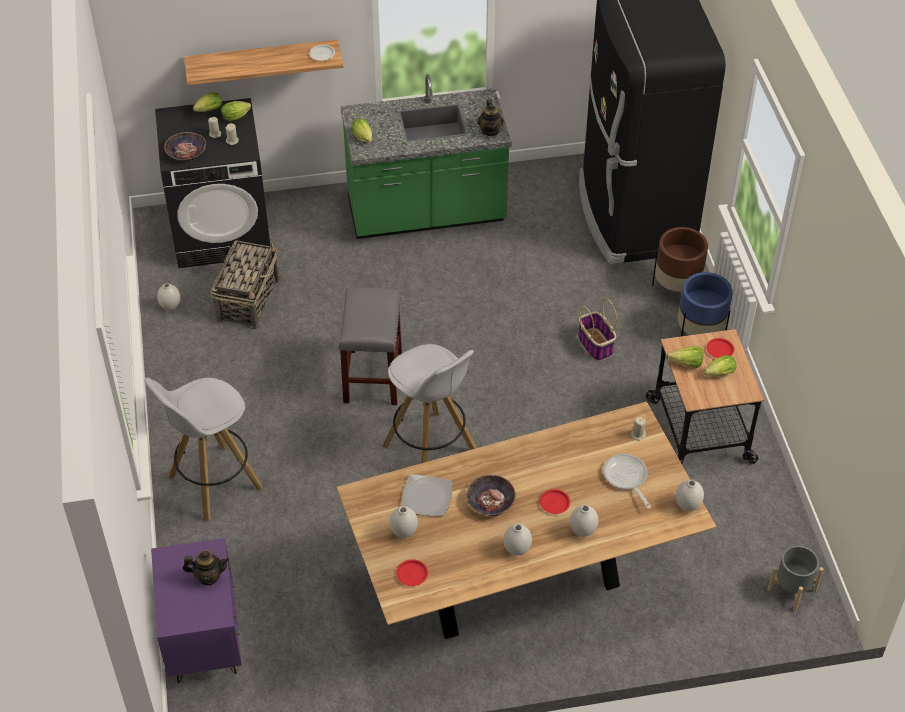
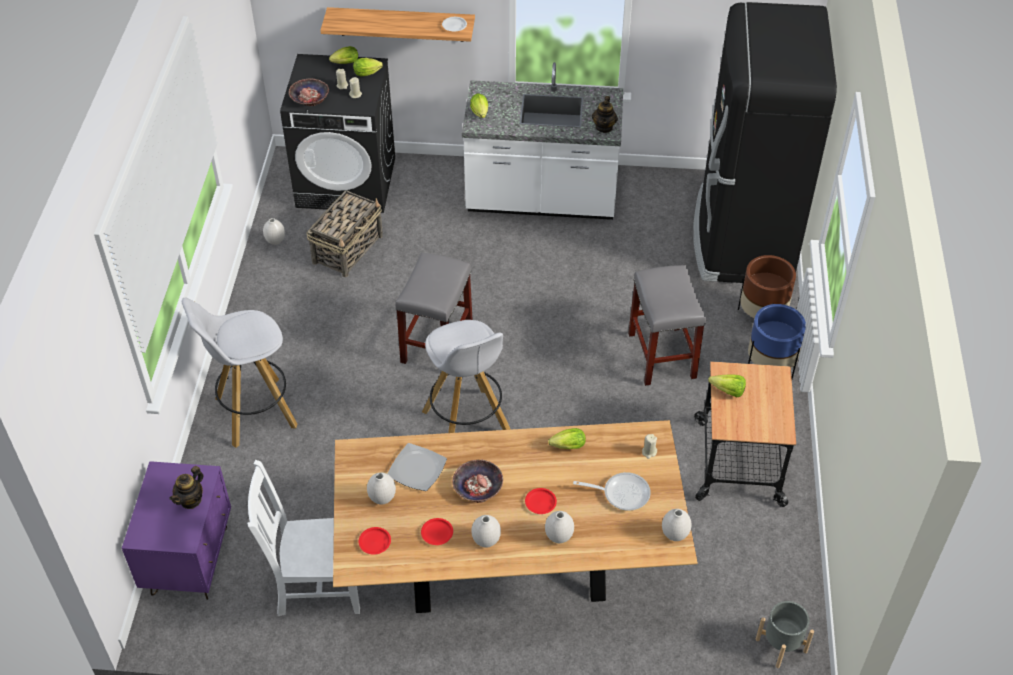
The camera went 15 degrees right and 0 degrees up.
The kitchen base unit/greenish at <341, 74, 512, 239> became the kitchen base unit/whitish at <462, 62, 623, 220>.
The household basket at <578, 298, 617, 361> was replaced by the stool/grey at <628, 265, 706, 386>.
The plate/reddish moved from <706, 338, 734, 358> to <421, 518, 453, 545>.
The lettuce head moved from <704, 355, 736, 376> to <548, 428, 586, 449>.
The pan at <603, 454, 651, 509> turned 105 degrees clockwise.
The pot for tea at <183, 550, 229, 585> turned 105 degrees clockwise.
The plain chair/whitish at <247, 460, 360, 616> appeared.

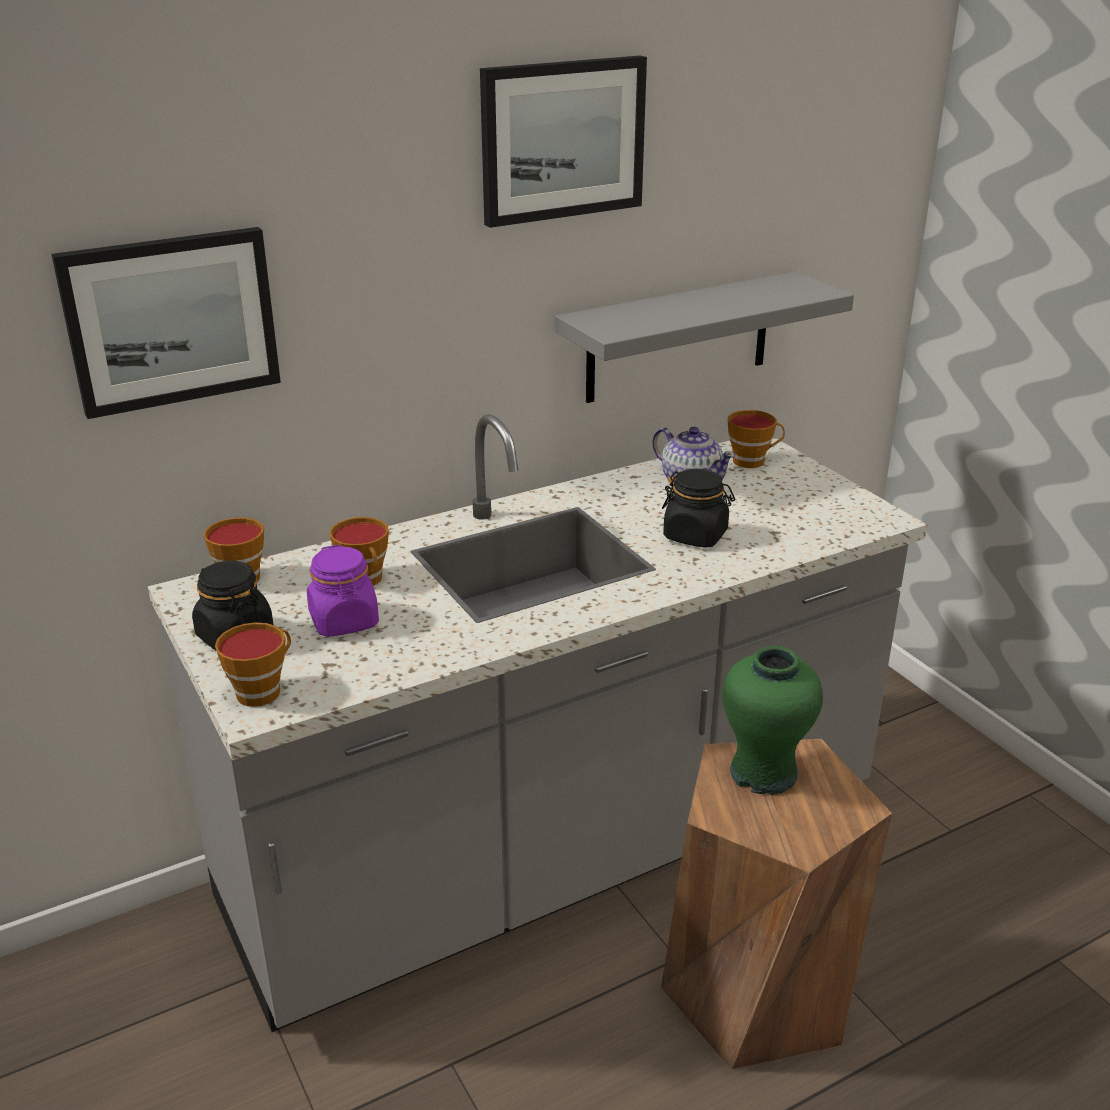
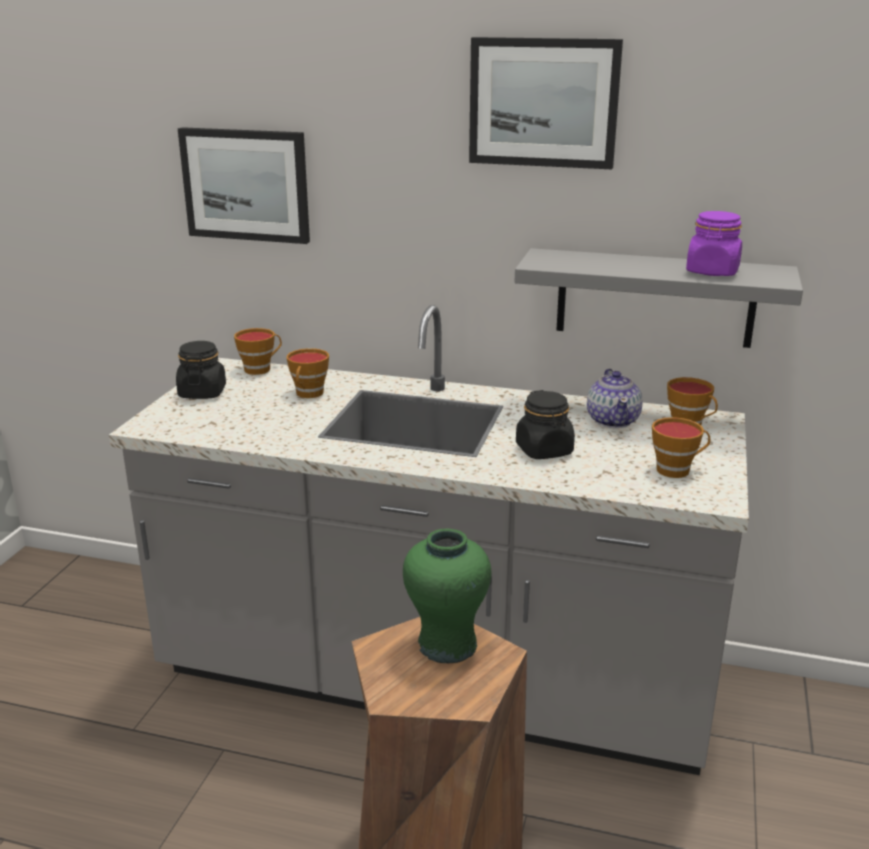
The camera went 45 degrees right and 5 degrees down.
The storage jar/purplish moved from <307, 545, 379, 637> to <686, 211, 742, 276>.
The cup moved from <215, 622, 291, 707> to <652, 417, 710, 478>.

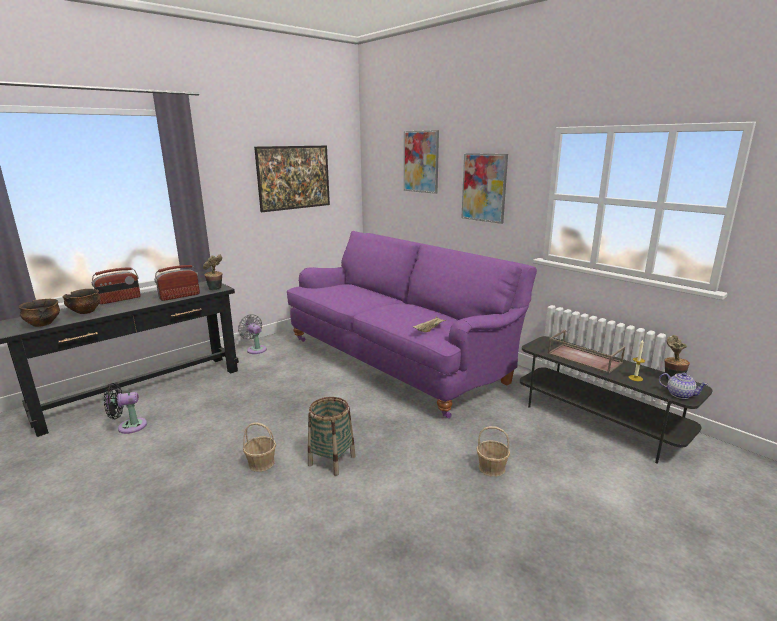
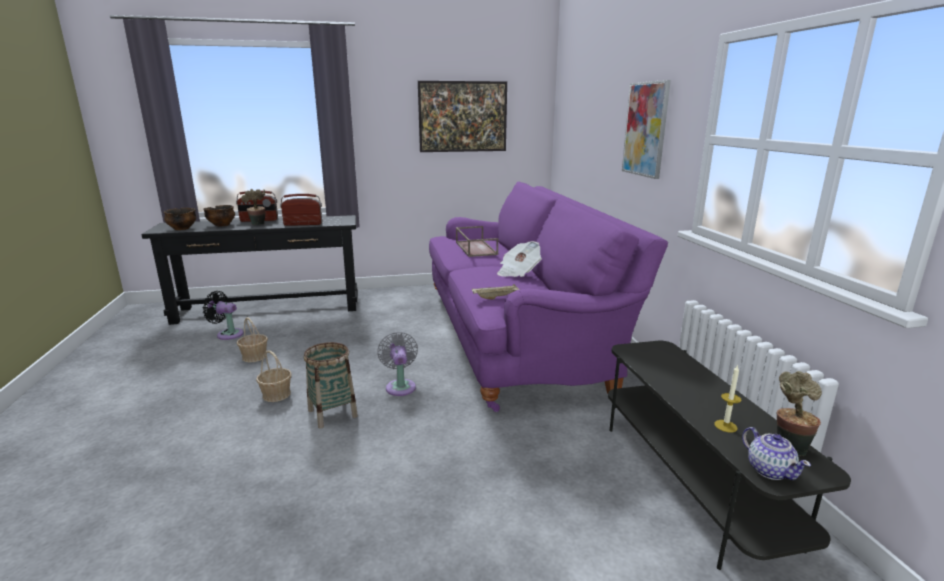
The camera went 30 degrees right and 0 degrees up.
The picture at <404, 130, 439, 194> disappeared.
The houseplant moved from <203, 254, 222, 290> to <241, 189, 265, 225>.
The fan/grey moved from <238, 314, 267, 354> to <377, 332, 418, 396>.
The serving tray/brown-coloured moved from <547, 330, 625, 374> to <456, 226, 498, 257>.
The household basket moved from <477, 426, 510, 477> to <237, 317, 268, 362>.
The printed paper at <497, 241, 542, 277> appeared.

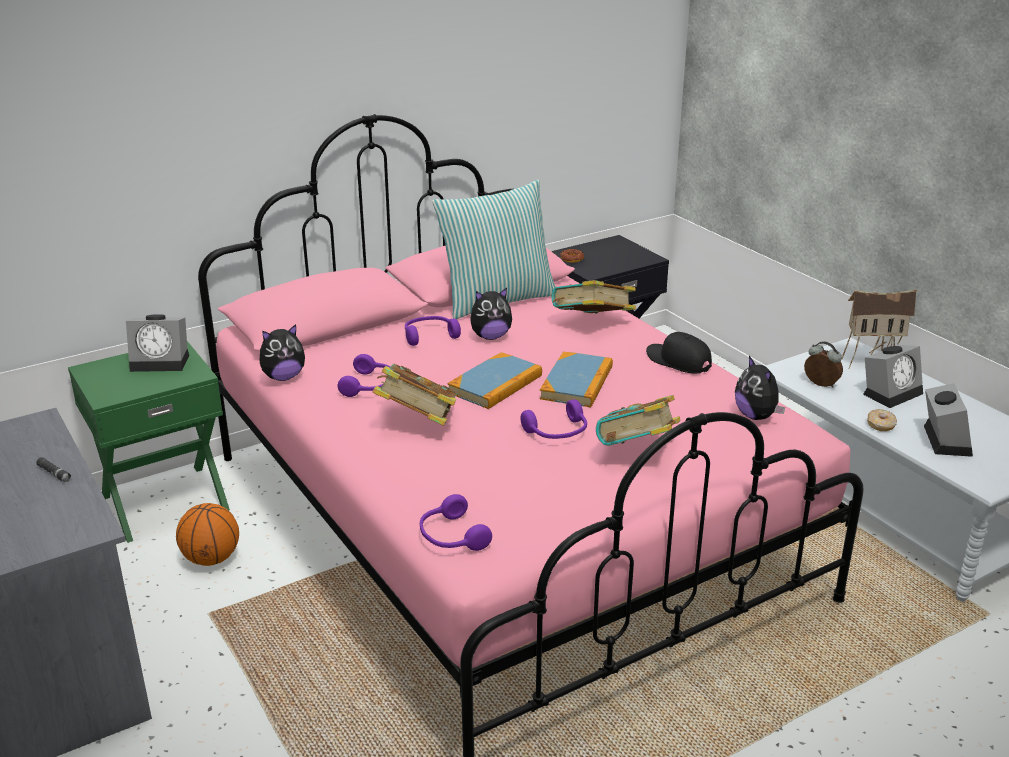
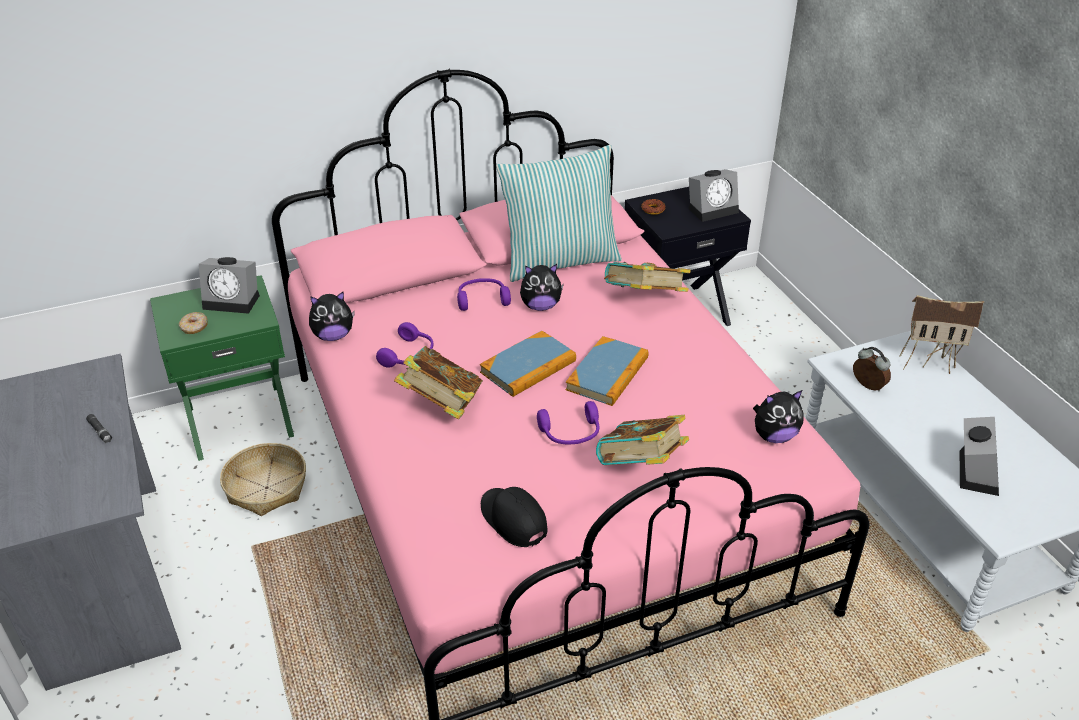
The camera went 10 degrees right and 10 degrees up.
The peaked cap/black moved from <646, 332, 712, 373> to <481, 487, 548, 547>.
The table clock moved from <863, 345, 923, 408> to <688, 169, 739, 222>.
The plush toy at <735, 356, 785, 420> turned 90 degrees counterclockwise.
The doughnut moved from <867, 409, 897, 431> to <179, 312, 207, 334>.
The headset/purplish at <420, 494, 492, 551> disappeared.
The basketball ball at <176, 503, 239, 566> was replaced by the household basket at <220, 443, 306, 516>.

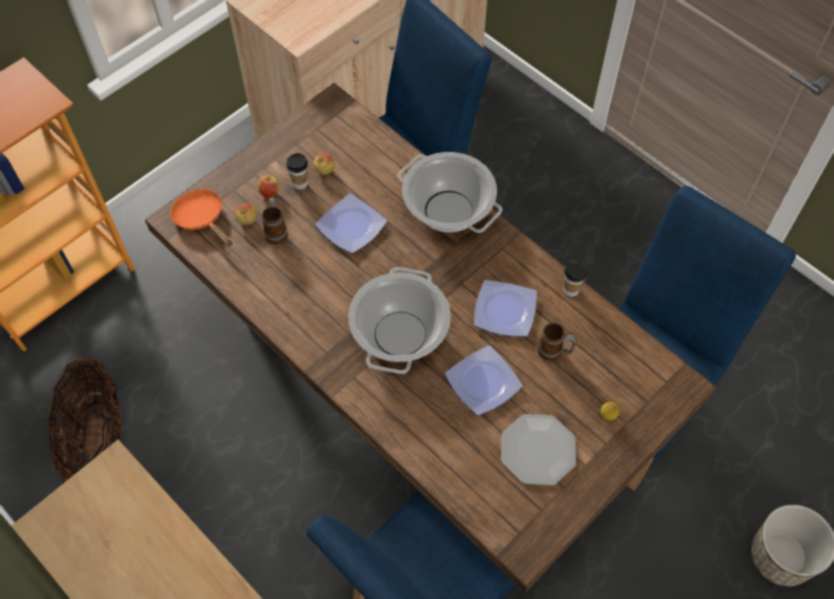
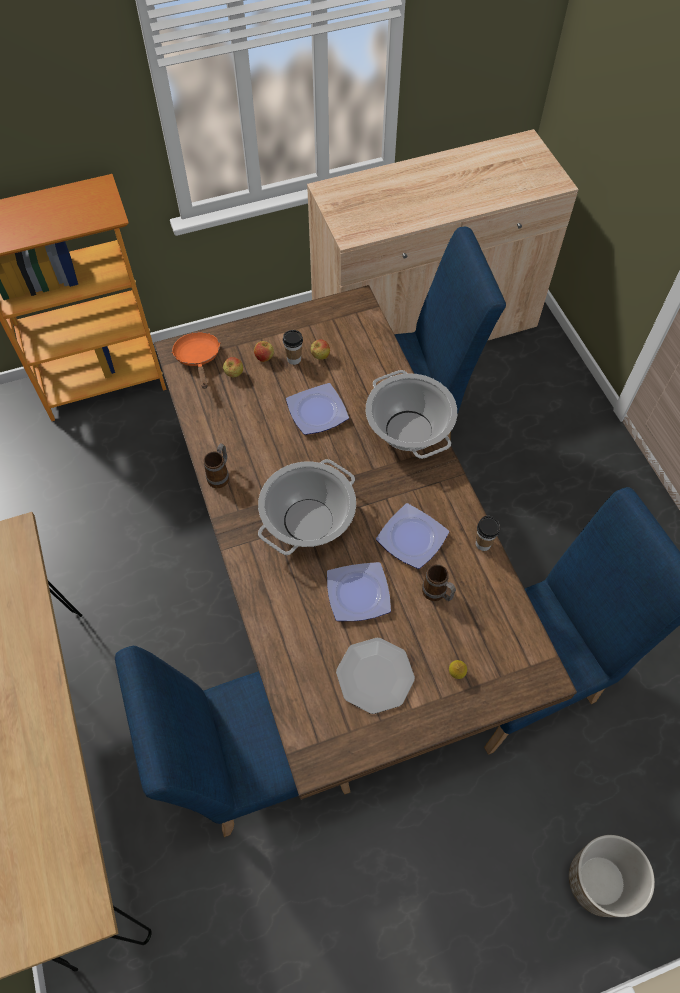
The camera went 25 degrees right and 0 degrees up.
The tea mug moved from <262, 198, 288, 245> to <204, 444, 229, 488>.
The household basket at <47, 358, 122, 483> disappeared.

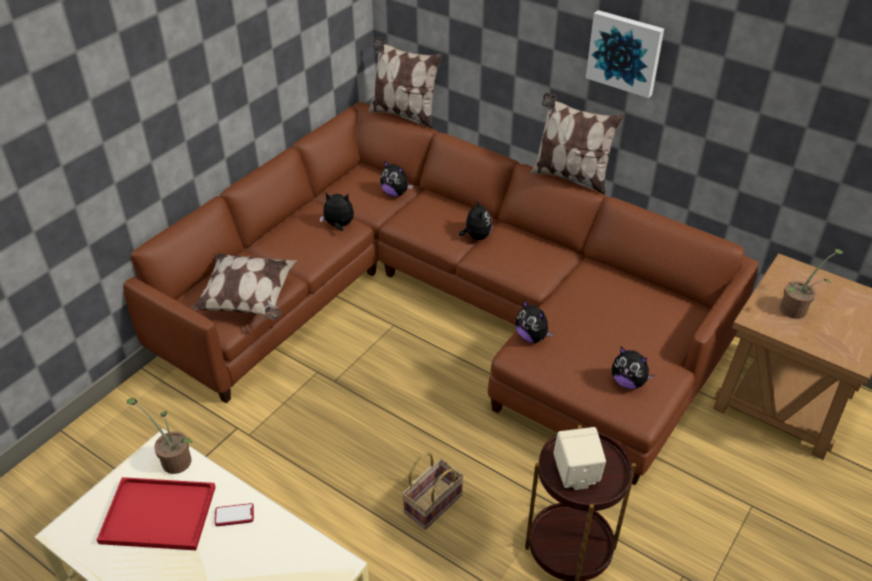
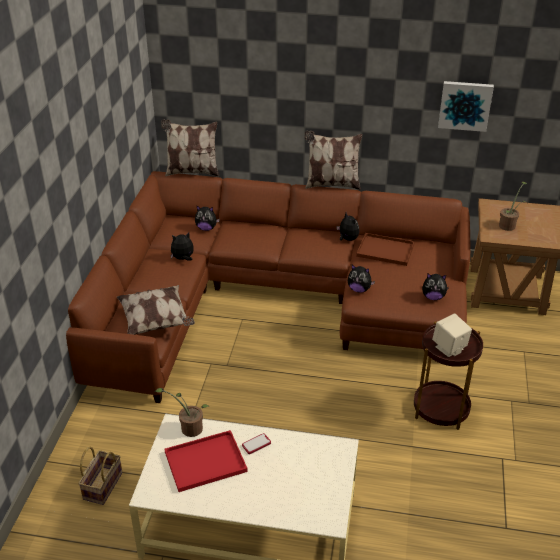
The camera went 25 degrees left and 5 degrees down.
The picture moved from <586, 10, 664, 98> to <438, 81, 494, 132>.
The plush toy moved from <459, 199, 492, 240> to <336, 213, 359, 241>.
The household basket moved from <402, 452, 464, 530> to <78, 447, 123, 505>.
The serving tray/brown-coloured at <356, 233, 415, 266> appeared.

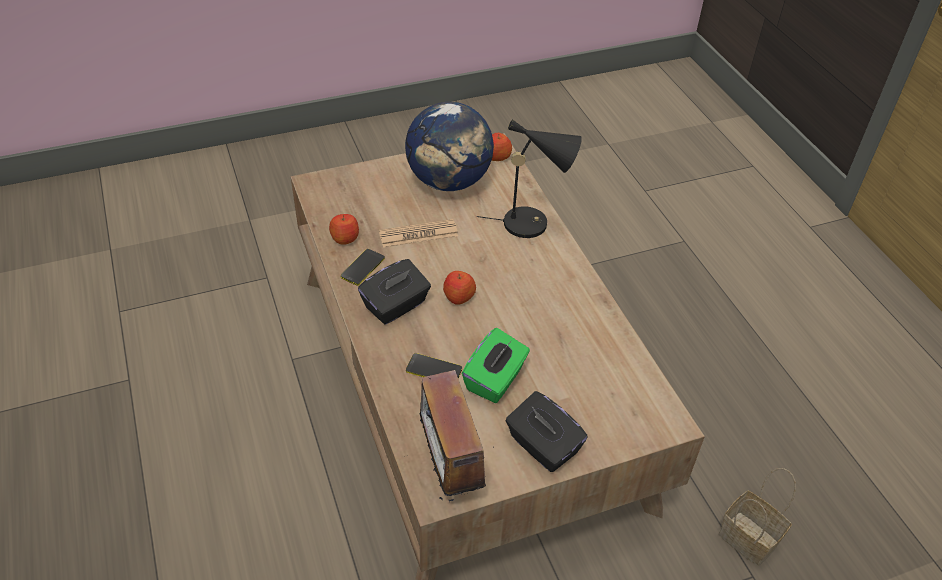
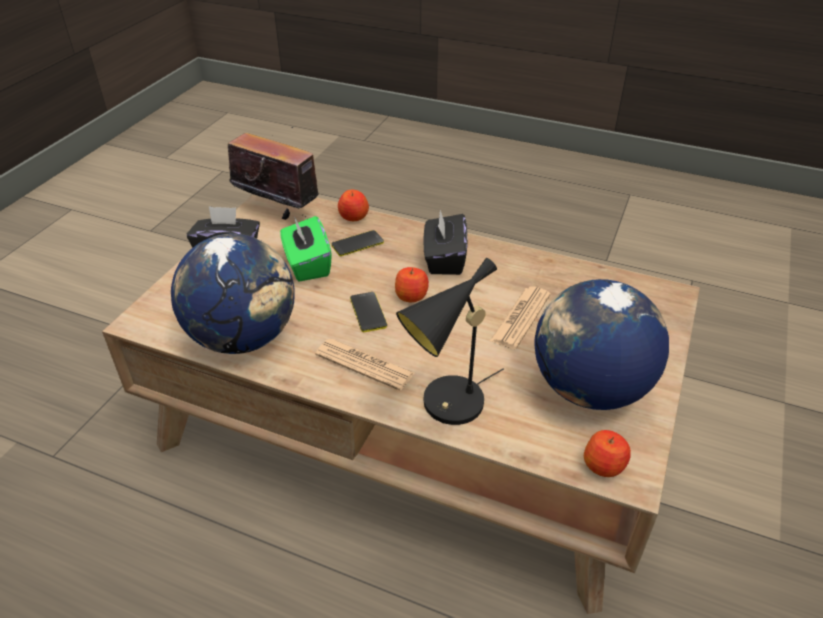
The camera went 135 degrees right and 5 degrees down.
The apple moved from <329, 214, 359, 245> to <338, 190, 369, 221>.
The telephone moved from <341, 249, 385, 286> to <350, 292, 387, 332>.
The household basket at <719, 468, 796, 566> disappeared.
The desk globe at <171, 234, 295, 354> appeared.
The printed paper at <315, 339, 414, 391> appeared.

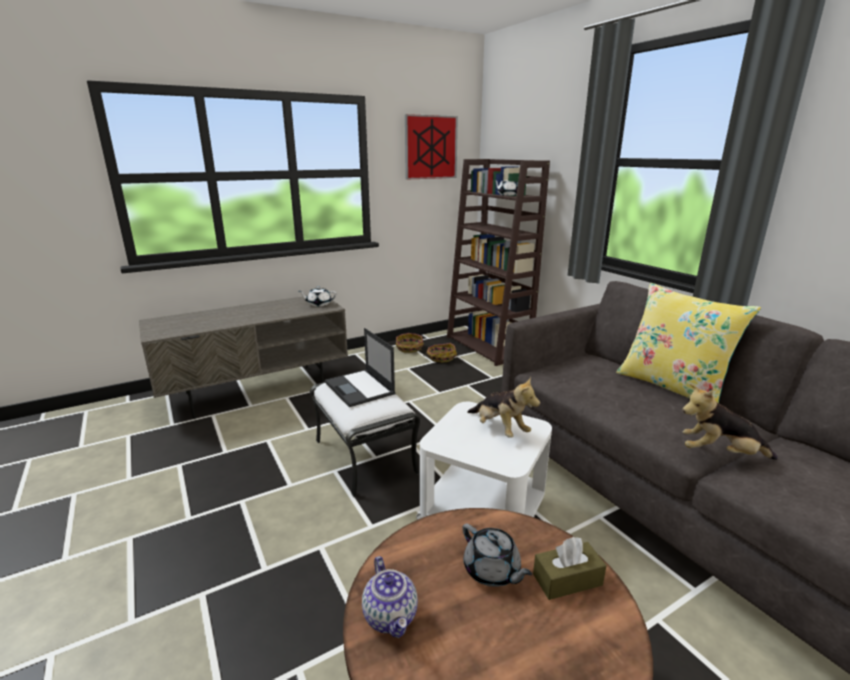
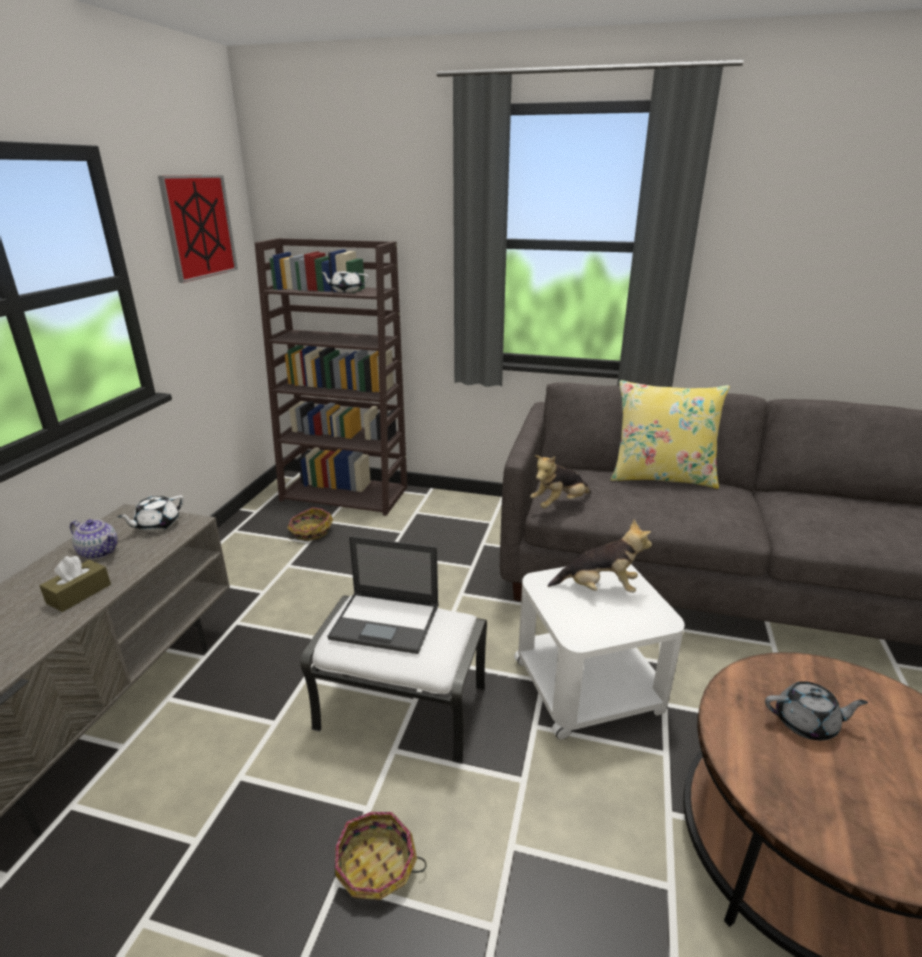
The camera went 45 degrees left and 5 degrees up.
The household basket moved from <396, 333, 424, 353> to <335, 812, 427, 900>.
The plush toy moved from <682, 384, 778, 460> to <530, 455, 591, 508>.
The box of tissues/brown-coloured moved from <533, 537, 607, 600> to <40, 556, 111, 612>.
The pot for tea moved from <362, 556, 418, 638> to <70, 519, 118, 559>.

